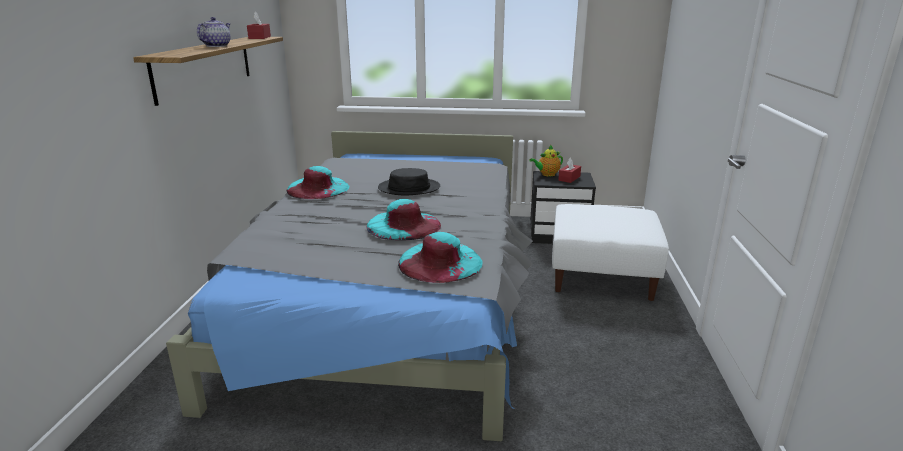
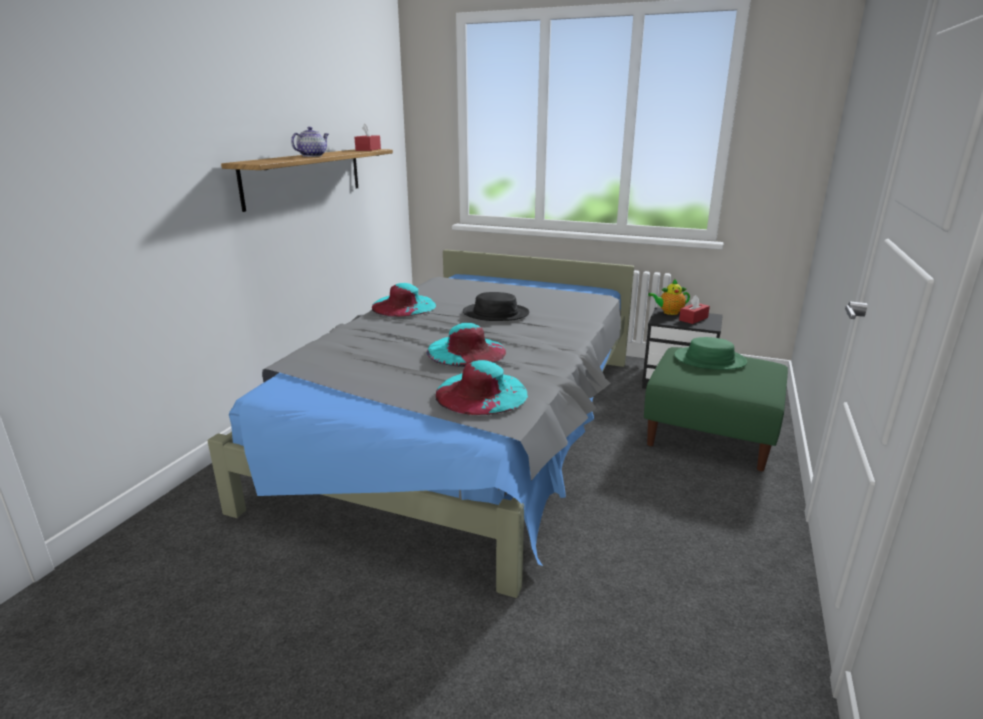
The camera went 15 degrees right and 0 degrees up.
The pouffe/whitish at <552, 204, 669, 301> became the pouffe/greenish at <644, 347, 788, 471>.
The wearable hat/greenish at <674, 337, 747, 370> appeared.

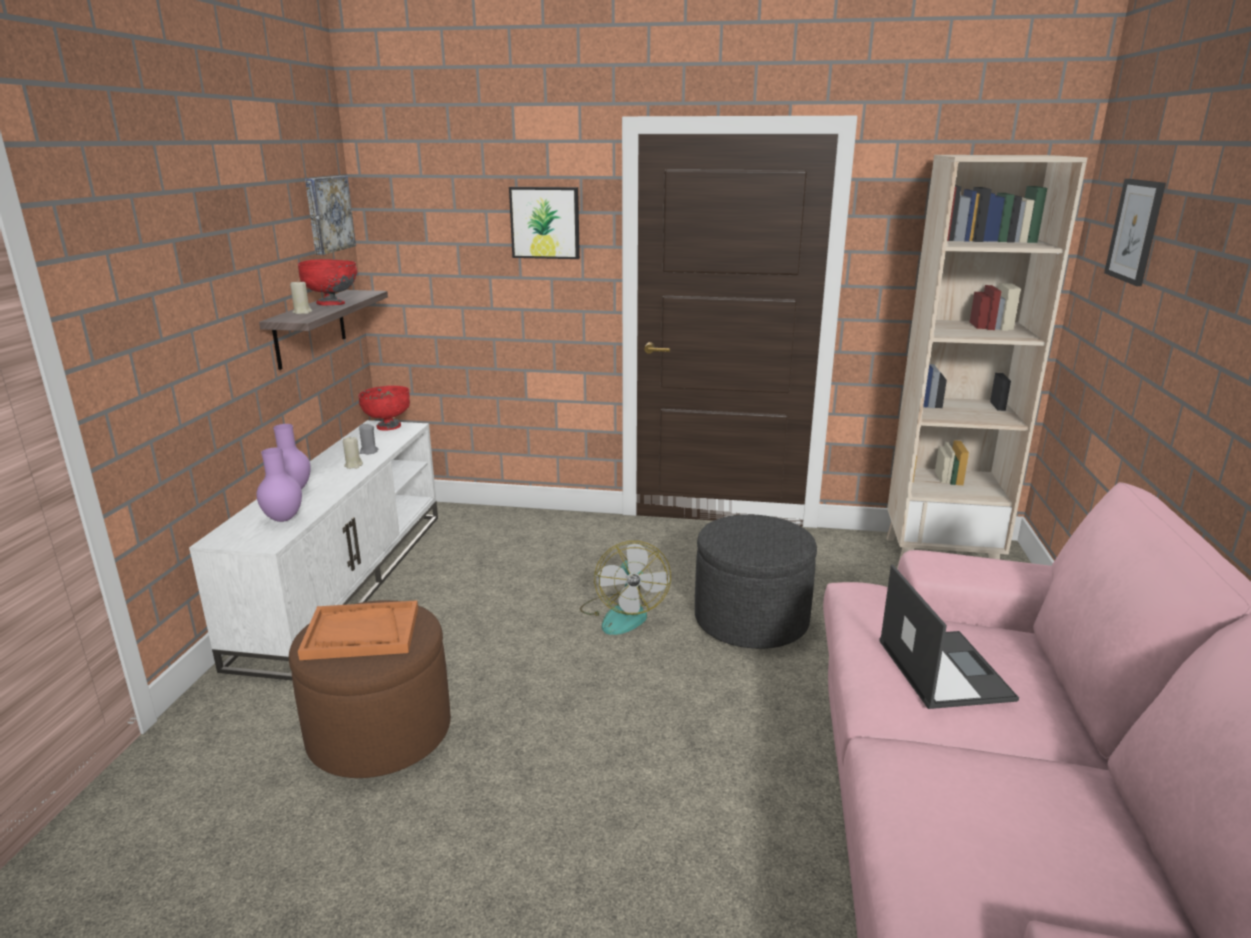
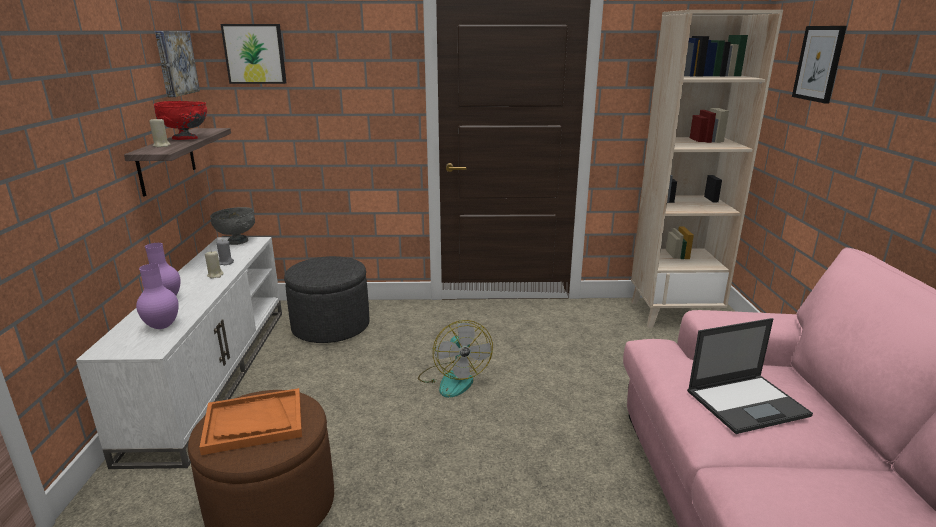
The camera went 10 degrees left and 0 degrees up.
The picture moved from <509, 187, 580, 259> to <221, 24, 287, 84>.
The bowl/reddish at <358, 386, 410, 431> became the bowl/grey at <210, 207, 255, 245>.
The pouffe/grey moved from <695, 514, 817, 649> to <284, 256, 369, 343>.
The laptop at <879, 564, 1019, 709> turned 90 degrees clockwise.

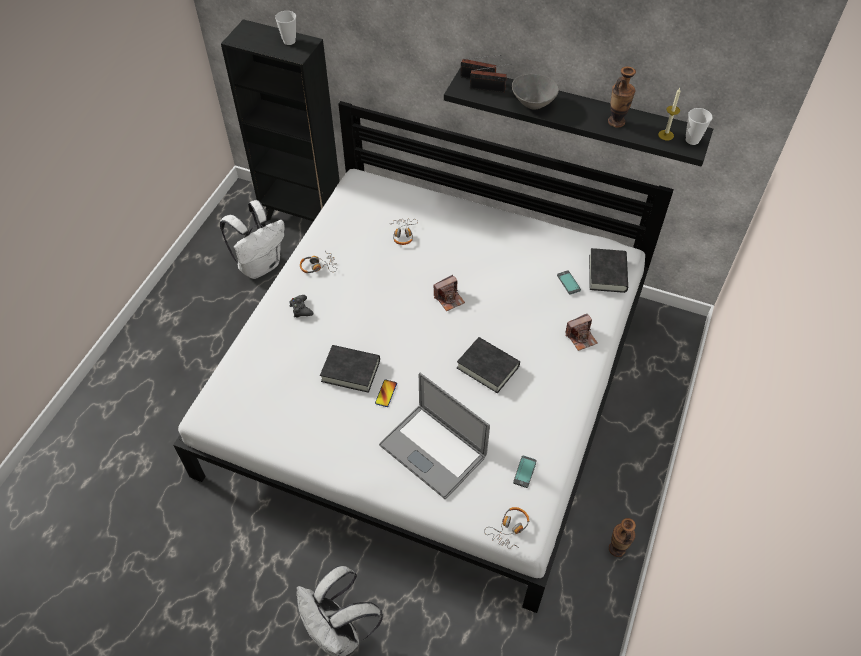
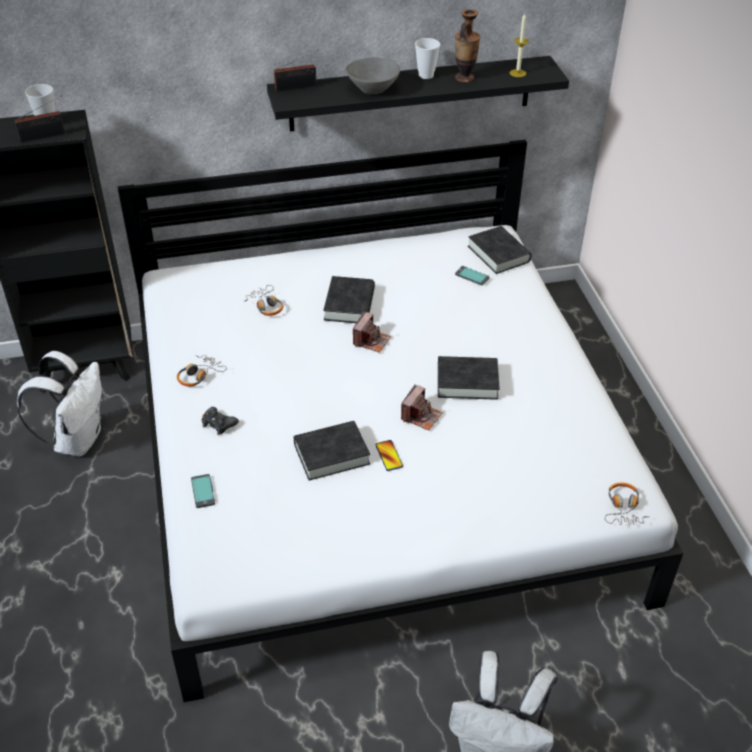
The camera went 35 degrees left and 10 degrees down.
The radio receiver moved from <470, 64, 510, 93> to <15, 95, 65, 143>.
The cup moved from <686, 108, 712, 145> to <415, 38, 440, 79>.
The photo camera moved from <565, 314, 597, 351> to <401, 385, 443, 430>.
The laptop at <379, 373, 490, 499> disappeared.
The telephone moved from <513, 456, 537, 488> to <191, 474, 215, 508>.
The decorative vase at <609, 518, 636, 557> disappeared.
The volume/black at <323, 276, 375, 323> appeared.

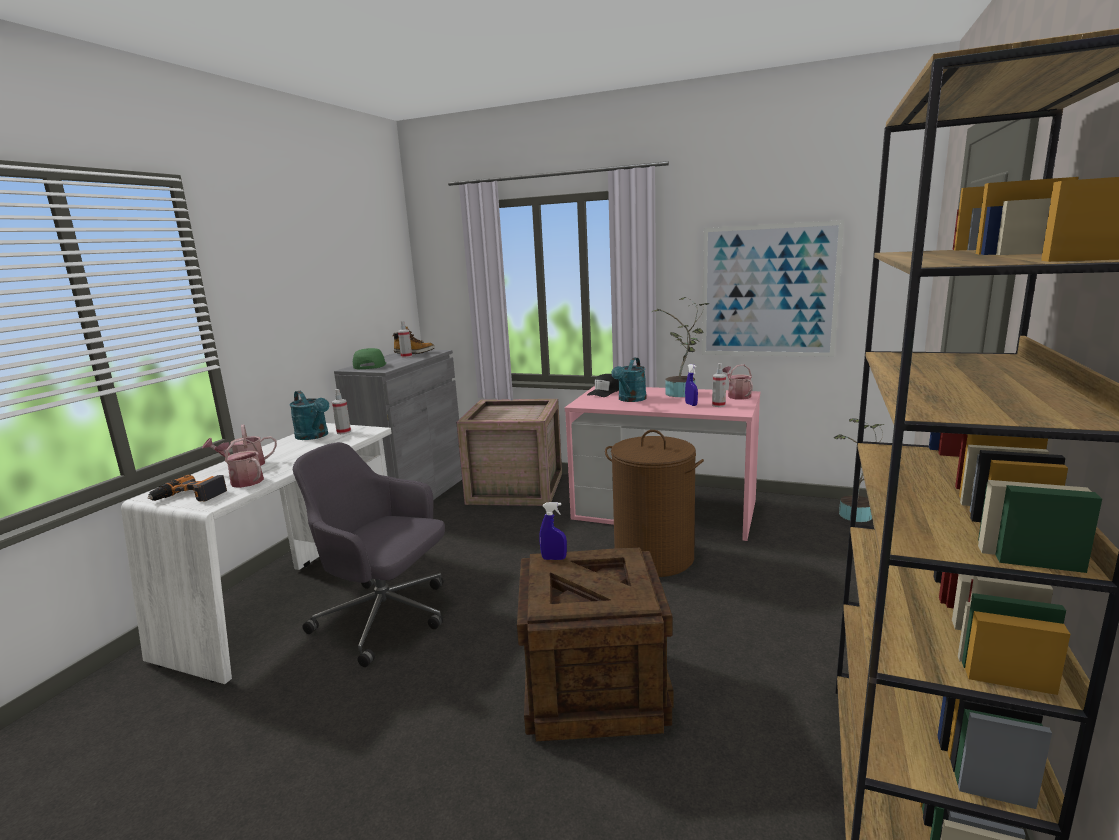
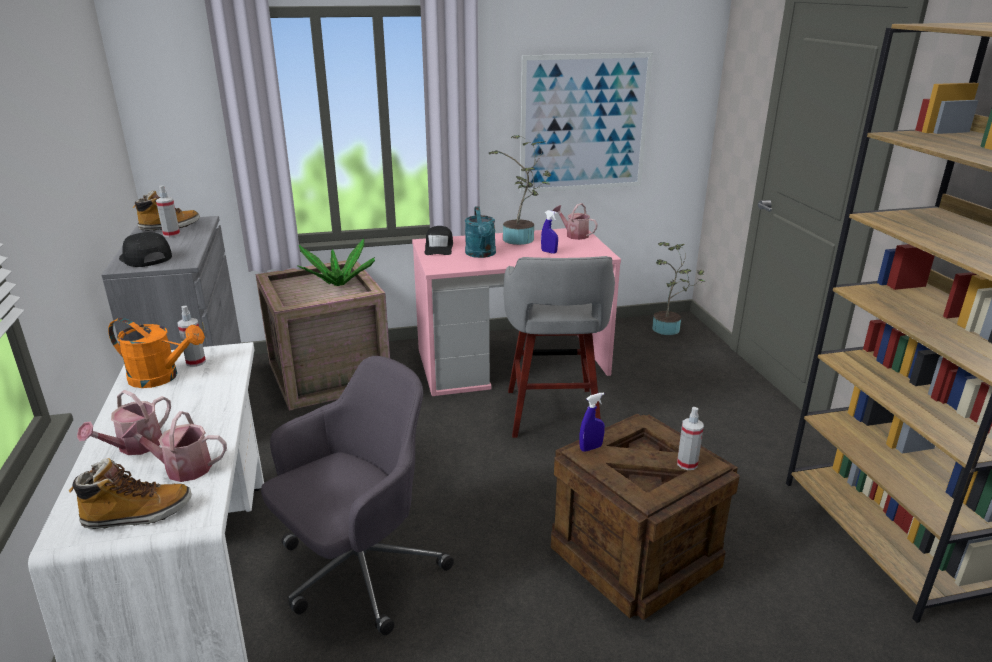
The camera went 35 degrees left and 10 degrees up.
The peaked cap/greenish at <353, 348, 386, 370> became the peaked cap/black at <119, 232, 172, 267>.
The sprayer moved from <712, 363, 726, 407> to <677, 407, 704, 470>.
The sprinkling can/blue-green at <289, 391, 329, 440> became the sprinkling can/orange at <108, 318, 205, 388>.
The washing basket/brown-coloured at <605, 430, 704, 577> was replaced by the stool/grey at <503, 256, 615, 438>.
The desk chair/grey at <293, 442, 445, 667> turned 150 degrees clockwise.
The drill at <148, 475, 227, 501> was replaced by the tall boot at <69, 458, 192, 529>.
The houseplant at <297, 239, 375, 286> appeared.

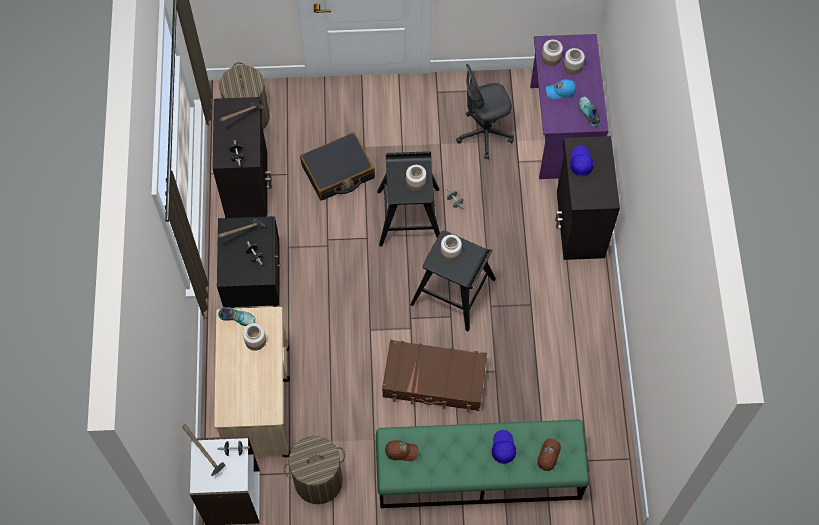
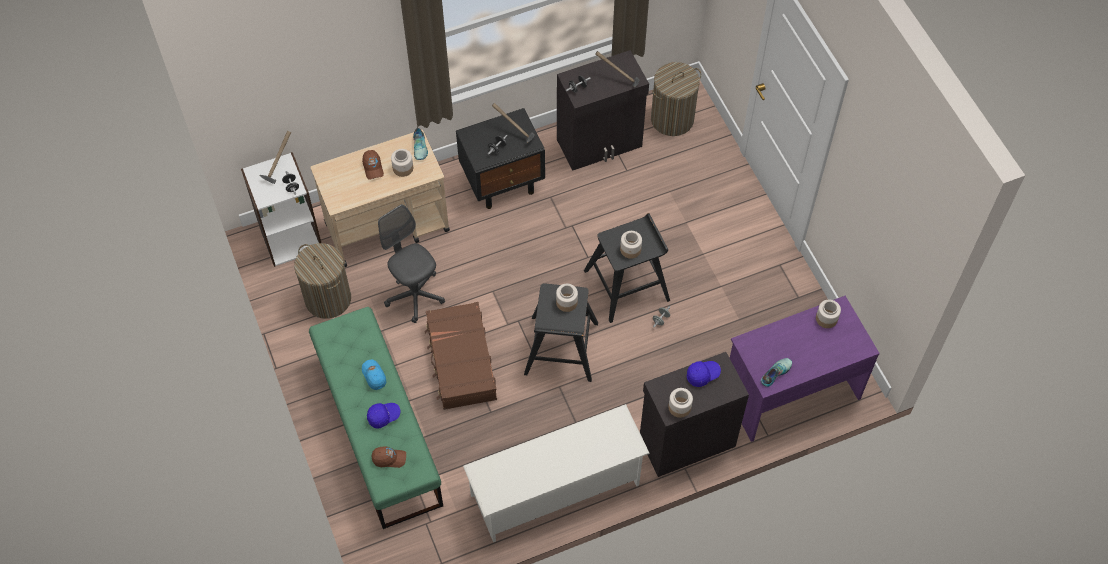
The camera went 70 degrees right and 5 degrees down.
The storage jar moved from <563, 48, 585, 75> to <668, 388, 693, 418>.
The desk chair/grey moved from <456, 64, 514, 159> to <378, 204, 445, 323>.
The peaked cap/blue-coloured moved from <546, 79, 576, 99> to <362, 360, 386, 390>.
The piece of luggage/black at <300, 132, 375, 201> disappeared.
The peaked cap/brown-coloured moved from <385, 440, 419, 461> to <362, 150, 384, 180>.
The shoe stand/whitish at <463, 404, 650, 542> appeared.

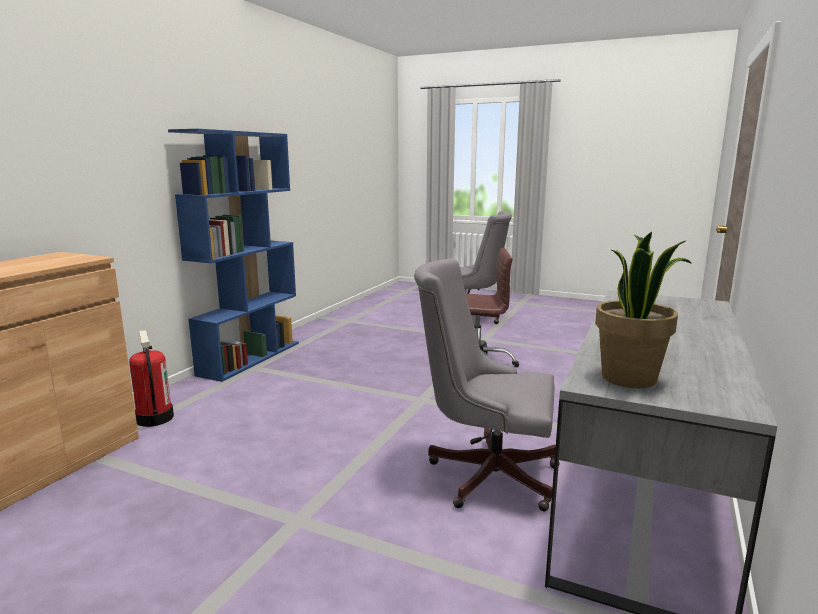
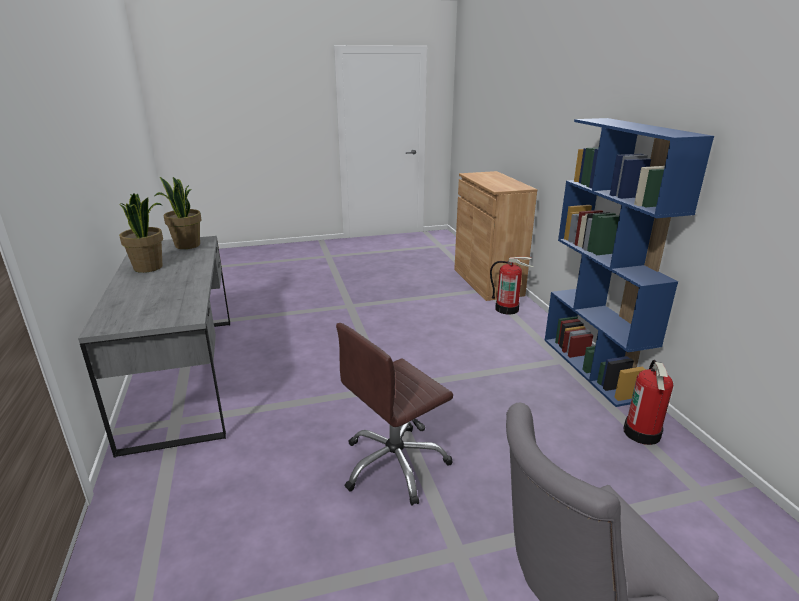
The camera went 140 degrees right and 10 degrees up.
The desk chair/grey at <414, 259, 560, 511> disappeared.
The houseplant at <119, 193, 163, 273> appeared.
The fire-fighting cylinder at <624, 360, 673, 445> appeared.

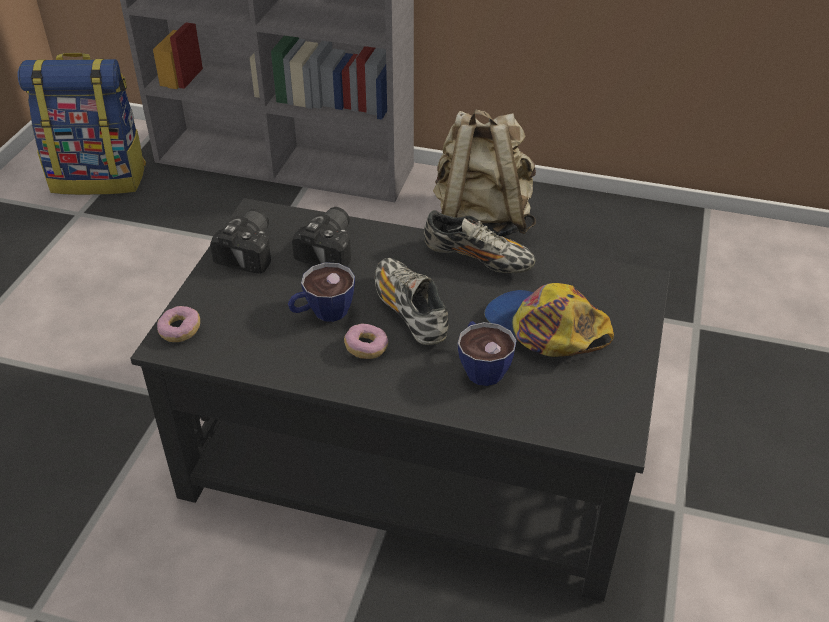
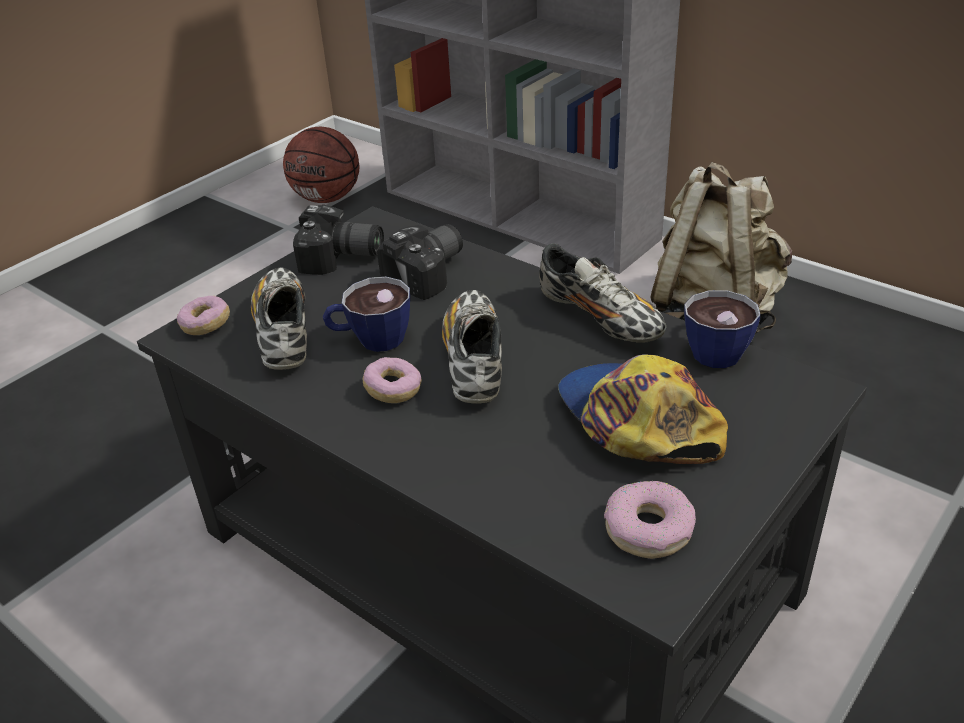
The camera went 25 degrees right and 5 degrees down.
The rucksack at <18, 53, 146, 195> was replaced by the basketball ball at <283, 127, 359, 203>.
The photo camera at <210, 209, 271, 274> turned 60 degrees clockwise.
The cup moved from <457, 321, 517, 386> to <684, 290, 761, 368>.
The low shoe at <251, 267, 307, 370> appeared.
The doughnut at <604, 481, 696, 559> appeared.

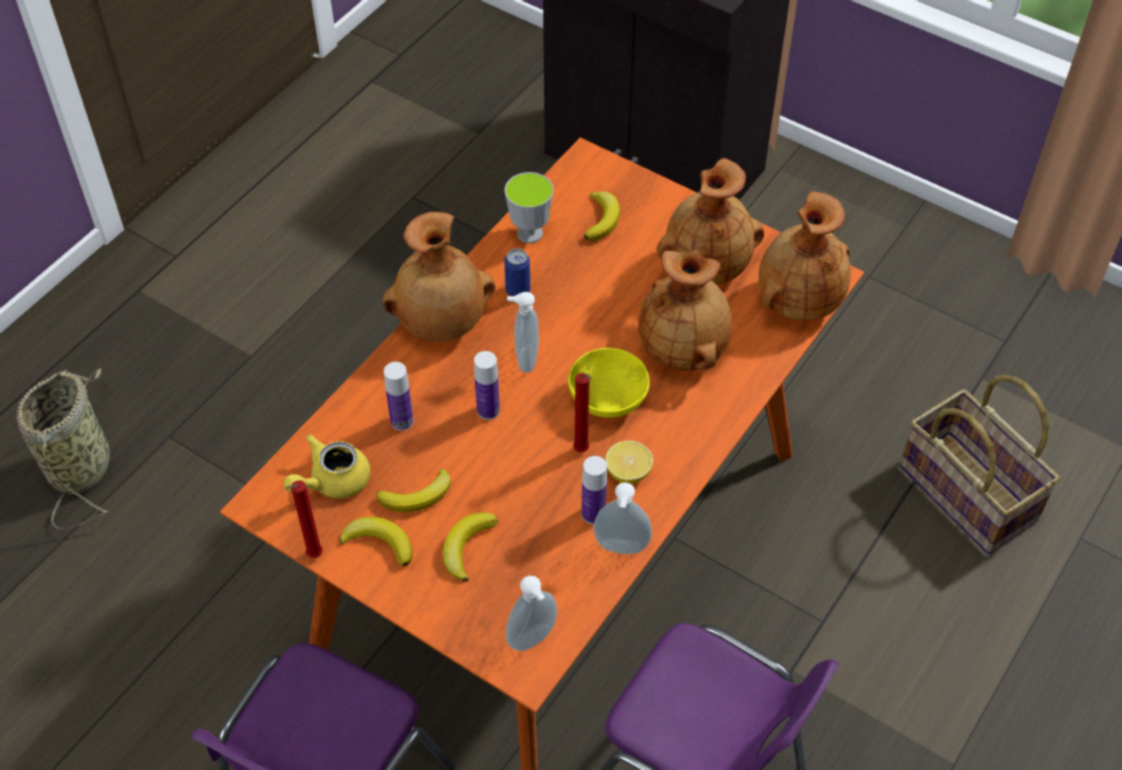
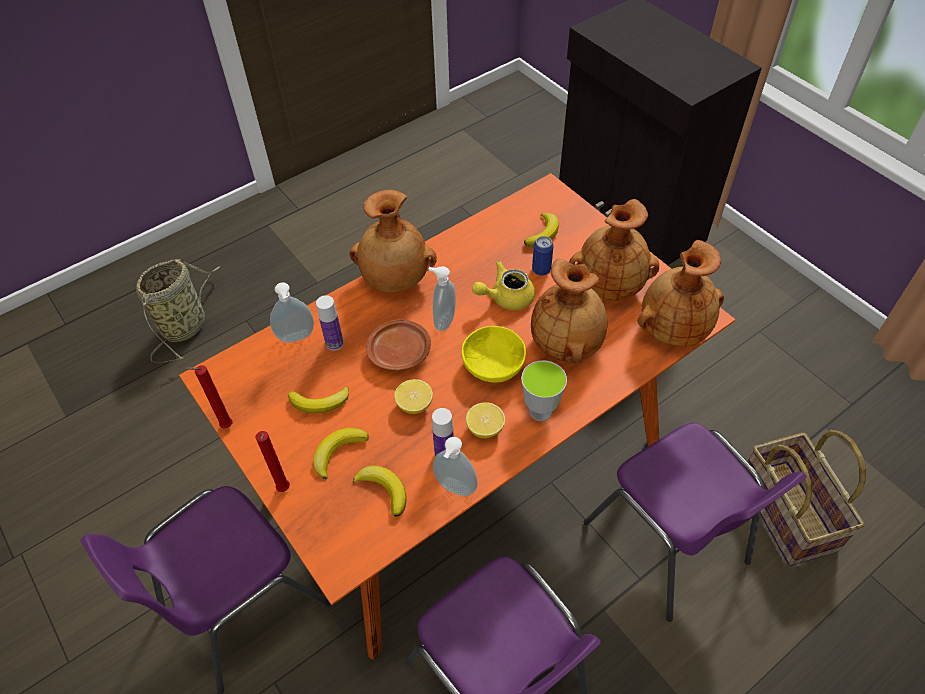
The camera went 20 degrees right and 0 degrees up.
The cup moved from <505, 172, 554, 243> to <521, 360, 567, 421>.
The metal can moved from <504, 249, 530, 296> to <532, 236, 554, 276>.
The bottle at <474, 351, 500, 420> was replaced by the plate/brown-coloured at <366, 319, 431, 371>.
The wax candle/reddish moved from <573, 373, 592, 452> to <255, 431, 290, 492>.
The pot for tea/yellowish moved from <284, 434, 370, 499> to <472, 260, 535, 310>.
The banana moved from <339, 517, 413, 567> to <353, 465, 407, 517>.
The soap dispenser moved from <506, 576, 557, 651> to <270, 282, 314, 343>.
The lemon at <394, 379, 433, 414> appeared.
The plain chair/purplish at <584, 423, 807, 622> appeared.

